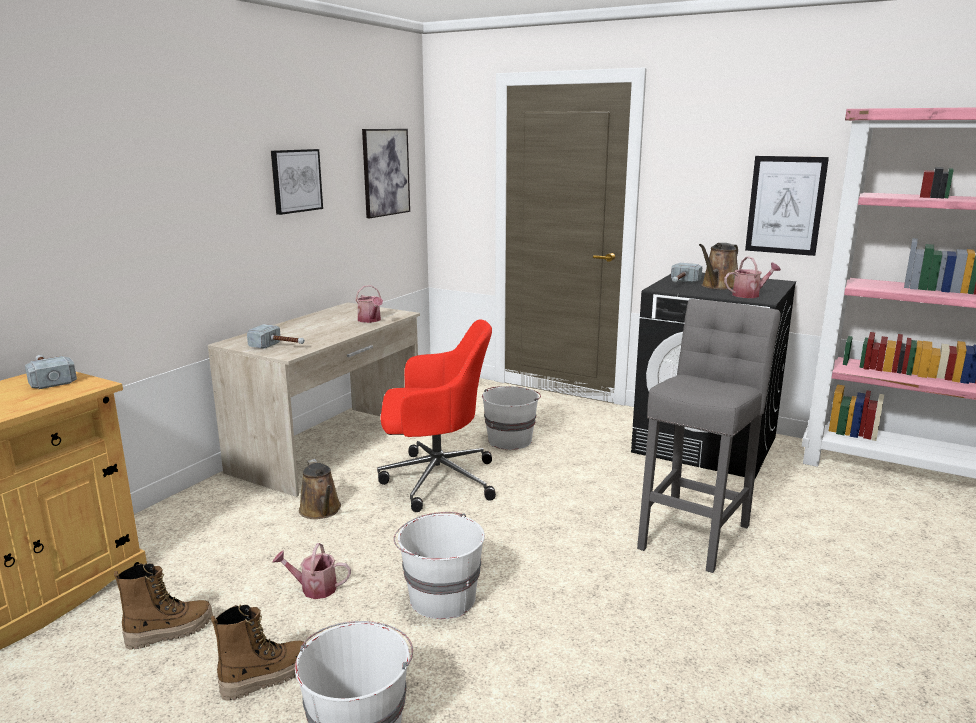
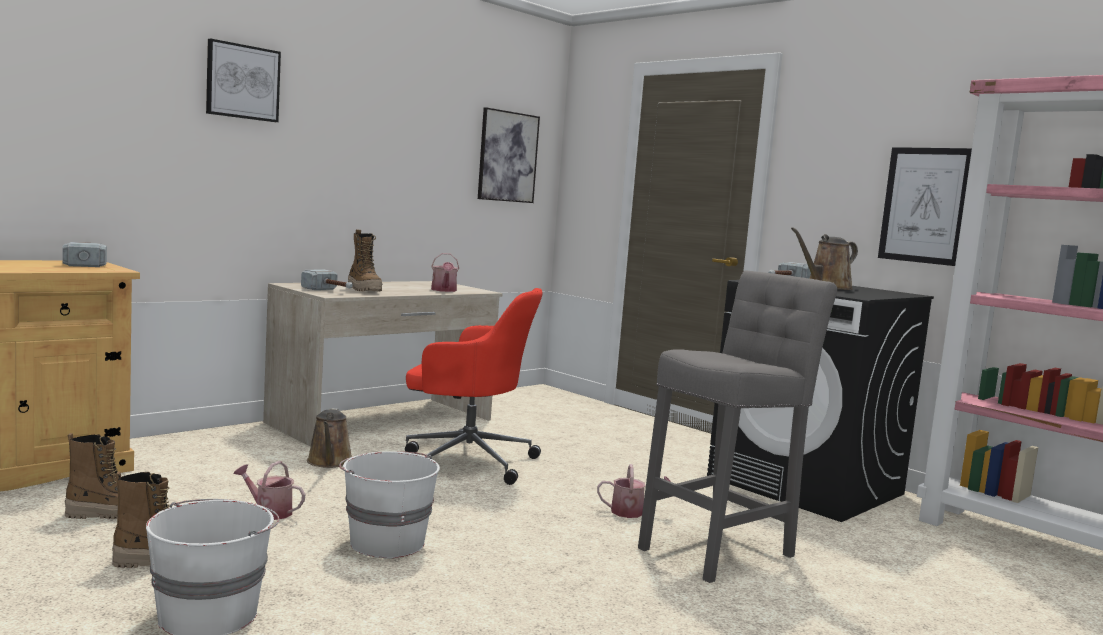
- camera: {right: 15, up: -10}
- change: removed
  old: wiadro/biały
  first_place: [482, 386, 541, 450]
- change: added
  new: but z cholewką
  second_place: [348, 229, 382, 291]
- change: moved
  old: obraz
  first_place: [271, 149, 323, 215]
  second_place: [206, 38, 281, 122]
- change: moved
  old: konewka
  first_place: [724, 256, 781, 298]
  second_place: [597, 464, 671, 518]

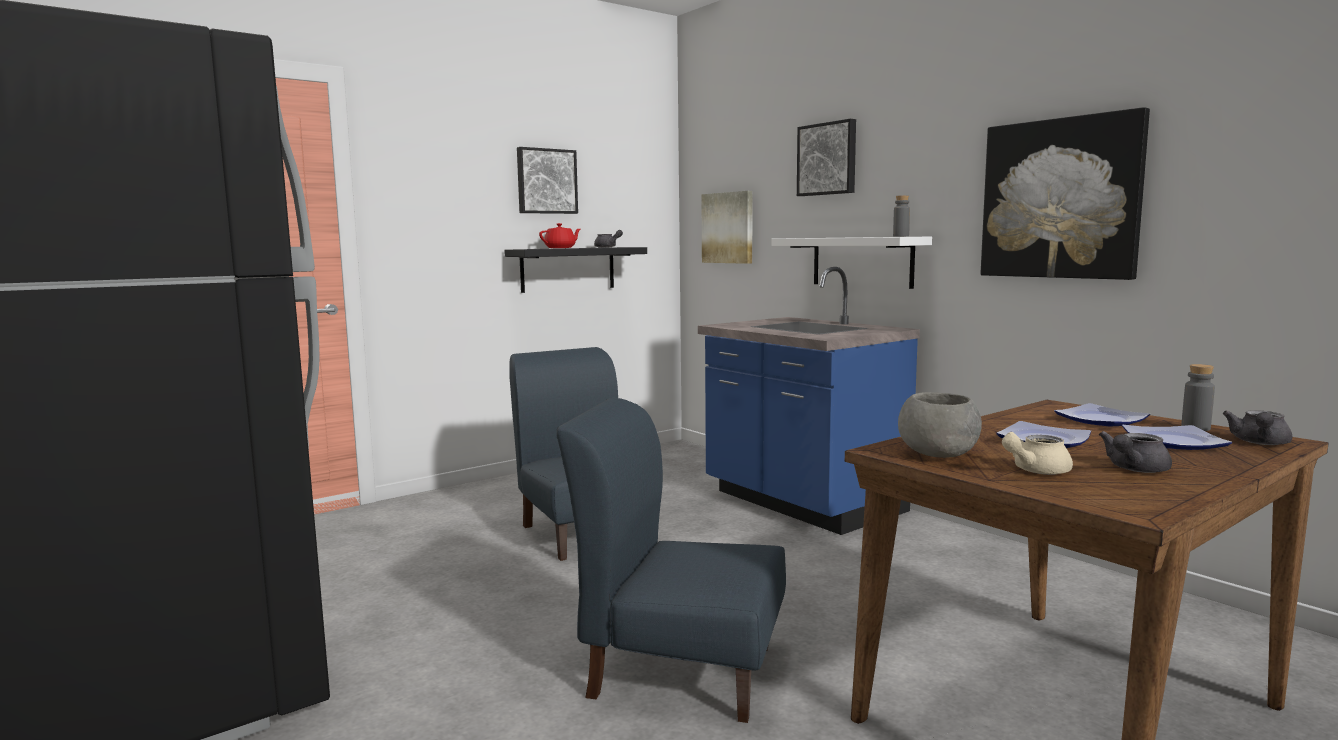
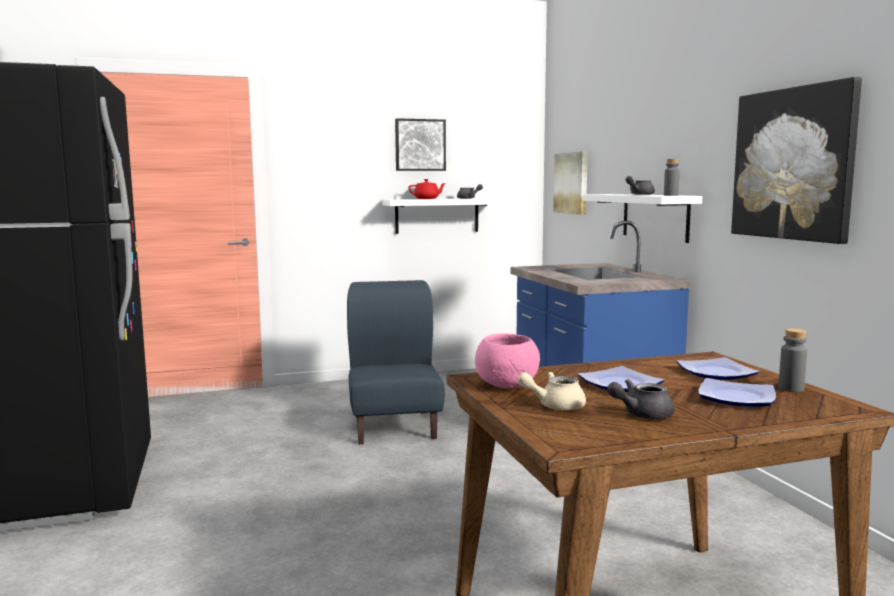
- camera: {right: 20, up: 0}
- change: removed
  old: krzesło/niebieski
  first_place: [556, 397, 786, 723]
- change: removed
  old: obraz
  first_place: [797, 119, 856, 196]
- change: moved
  old: imbryk/szary
  first_place: [1223, 410, 1292, 445]
  second_place: [626, 176, 655, 195]
- change: recoloured
  old: półka/czarny
  new: półka/biały
  first_place: [504, 247, 647, 293]
  second_place: [382, 198, 501, 234]
- change: recoloured
  old: miska/szary
  new: miska/różowy
  first_place: [898, 392, 982, 458]
  second_place: [475, 333, 540, 388]

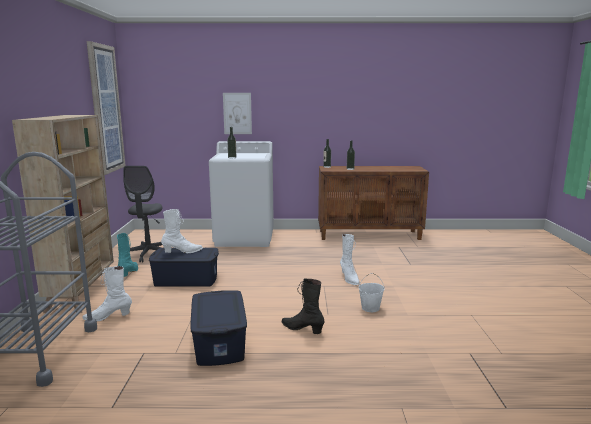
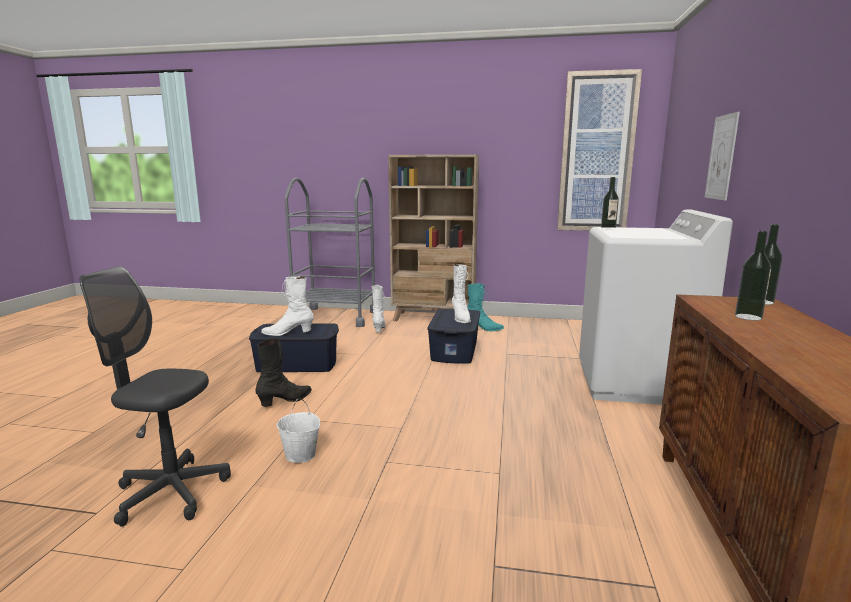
- camera: {right: 100, up: 0}
- change: moved
  old: krzesło biurowe/szary
  first_place: [123, 166, 162, 262]
  second_place: [79, 266, 231, 527]
- change: moved
  old: but z cholewką/biały
  first_place: [340, 234, 359, 285]
  second_place: [261, 276, 314, 336]

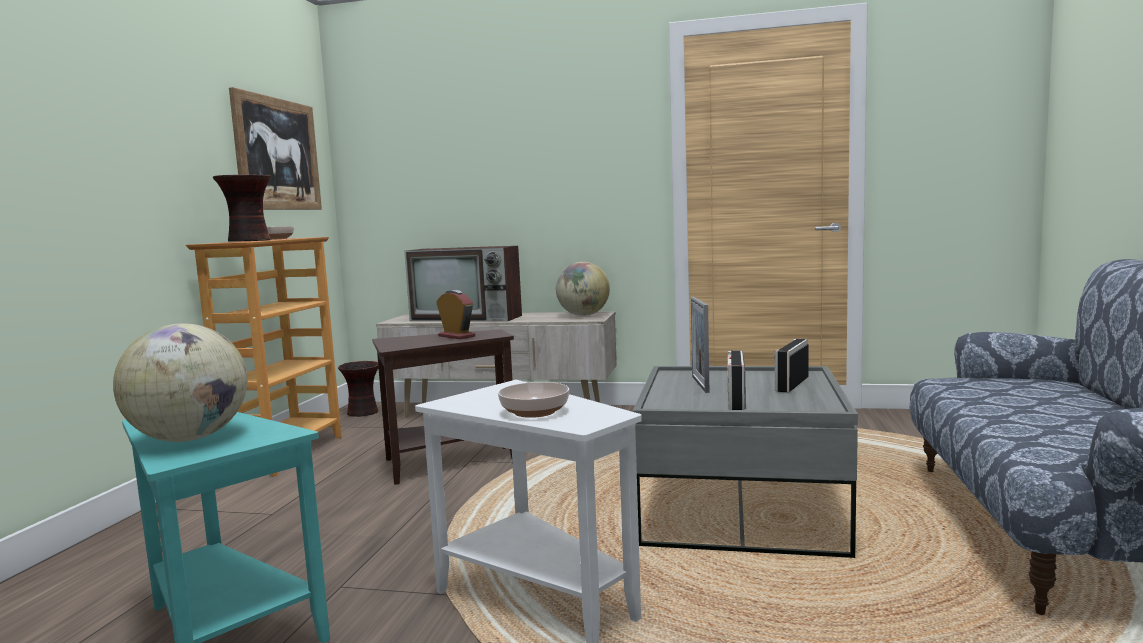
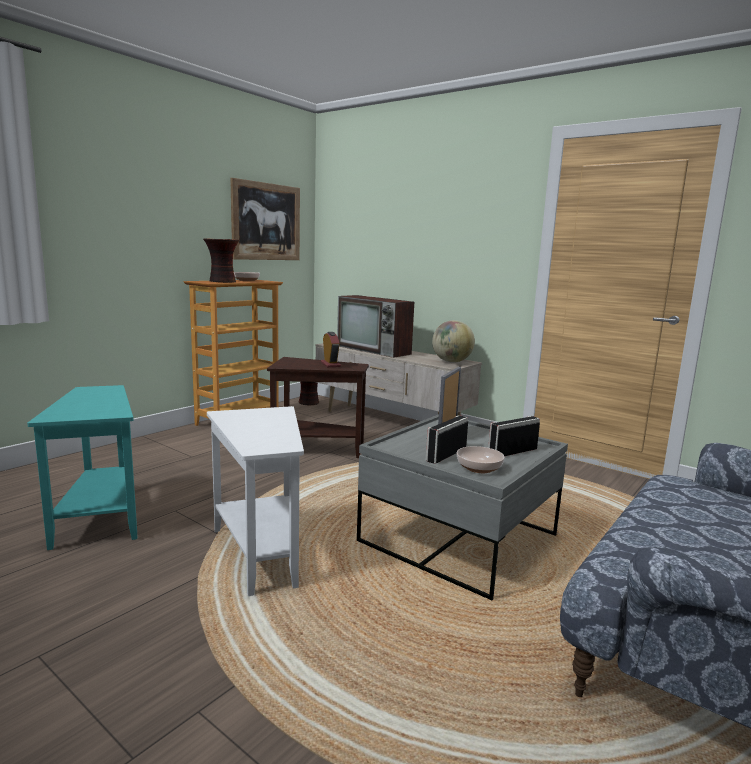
- camera: {right: 25, up: 5}
- change: removed
  old: globus
  first_place: [113, 323, 247, 442]
- change: moved
  old: miska
  first_place: [498, 382, 569, 418]
  second_place: [457, 446, 505, 473]

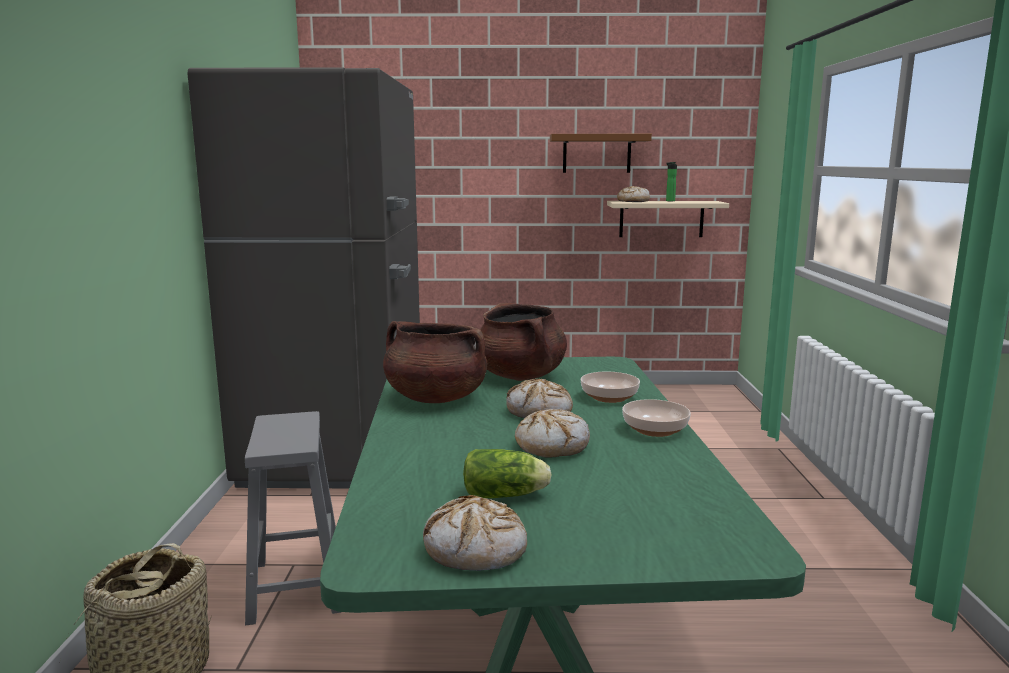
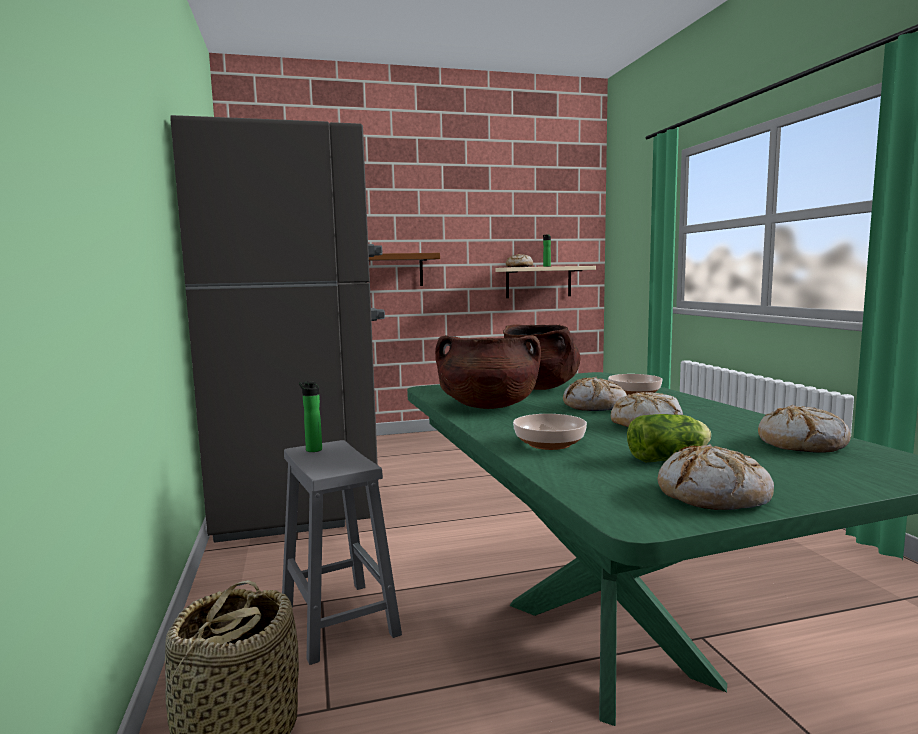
- camera: {right: -15, up: -5}
- change: added
  new: butelka
  second_place: [299, 381, 322, 452]
- change: added
  new: chleb
  second_place: [758, 405, 851, 453]
- change: moved
  old: półka/brązowy
  first_place: [550, 134, 652, 173]
  second_place: [367, 253, 440, 286]
- change: moved
  old: miska
  first_place: [622, 399, 691, 437]
  second_place: [513, 414, 587, 450]

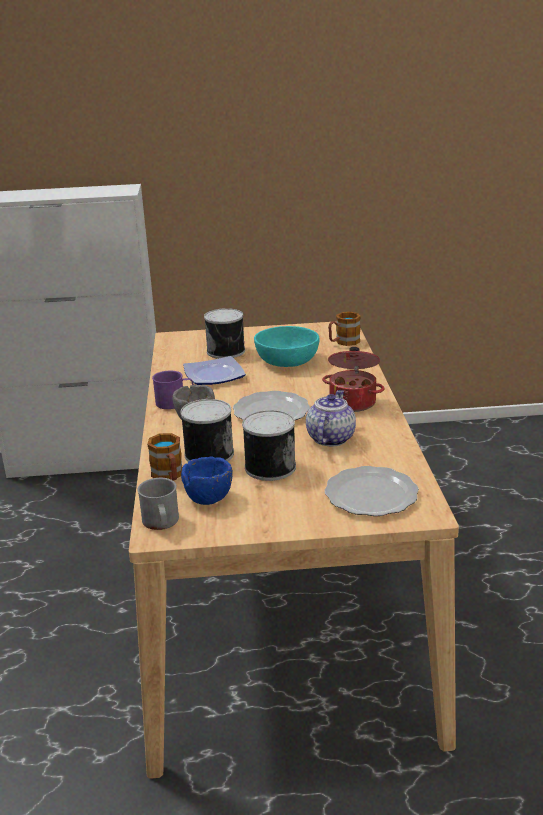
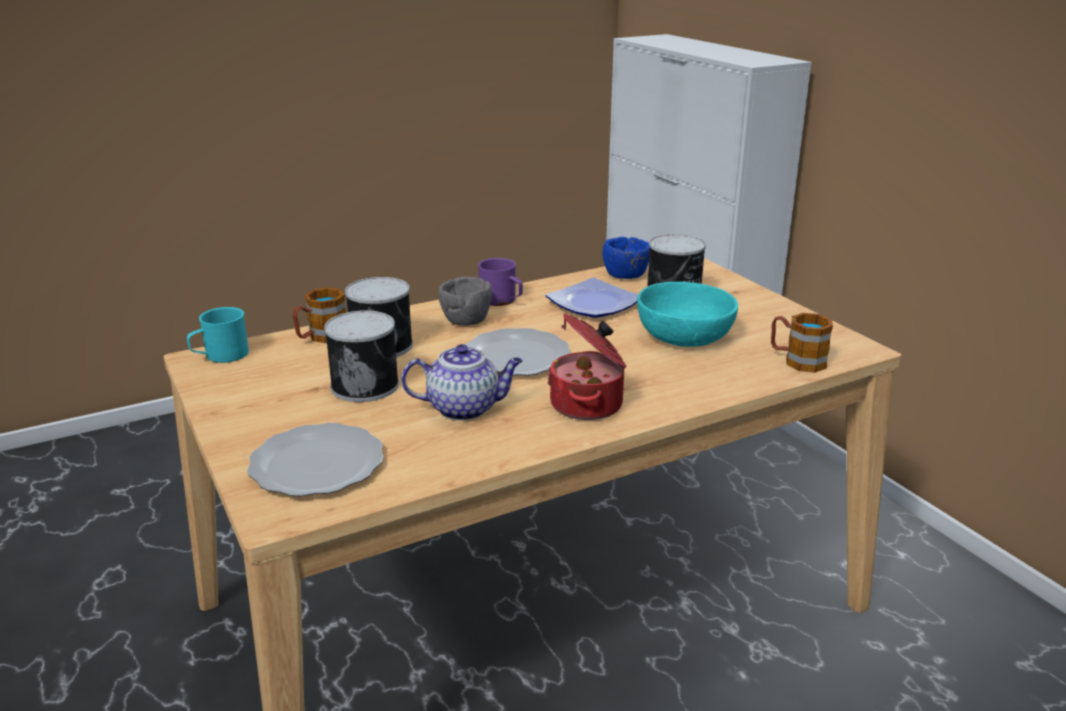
- camera: {right: 65, up: 0}
- change: moved
  old: miska/niebieski
  first_place: [181, 456, 233, 505]
  second_place: [602, 237, 650, 279]
- change: recoloured
  old: kubek/szary
  new: kubek/turkusowy
  first_place: [137, 478, 179, 530]
  second_place: [187, 307, 249, 363]

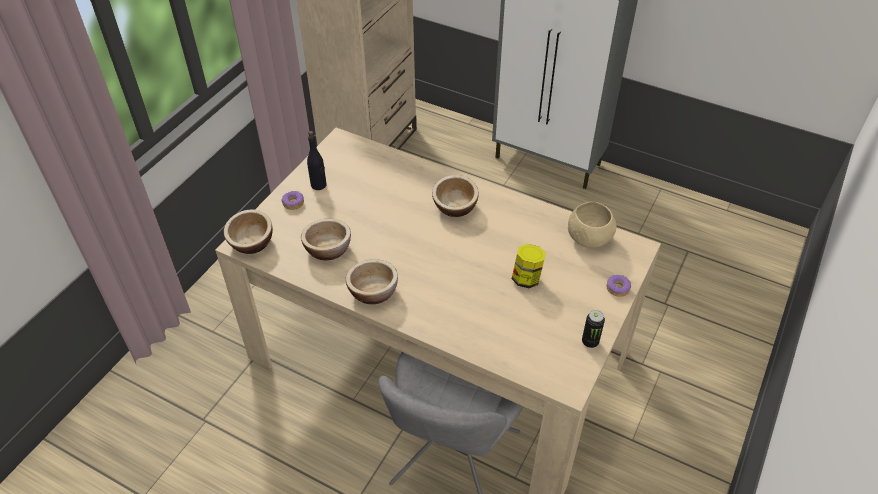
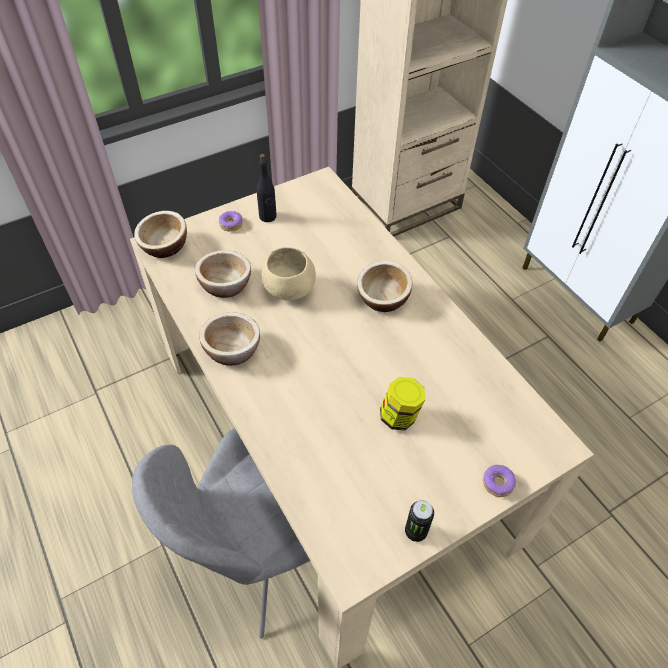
- camera: {right: 30, up: 5}
- change: moved
  old: miska/beżowy
  first_place: [568, 201, 616, 248]
  second_place: [261, 247, 316, 300]

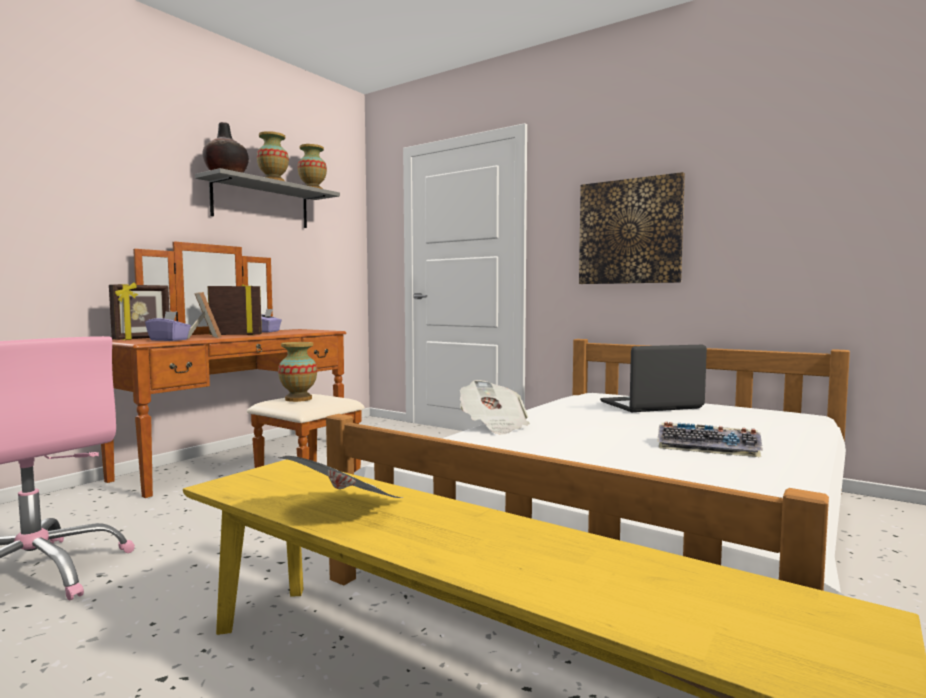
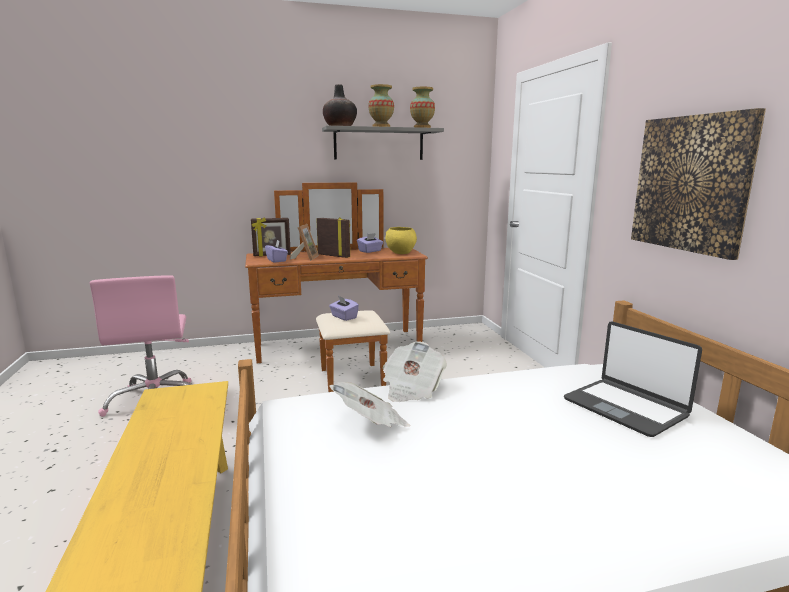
- camera: {right: 40, up: 10}
- change: removed
  old: klawiatura
  first_place: [657, 422, 763, 457]
- change: added
  new: miska/żółty
  second_place: [385, 227, 417, 254]
- change: moved
  old: gazeta
  first_place: [278, 456, 403, 498]
  second_place: [329, 382, 411, 427]
- change: replaced
  old: wazon
  new: pudełko chusteczek/fioletowy
  first_place: [278, 342, 317, 402]
  second_place: [329, 296, 359, 321]
- change: turned
  old: laptop
  first_place: [600, 345, 707, 412]
  second_place: [564, 321, 702, 437]
  degrees: -150

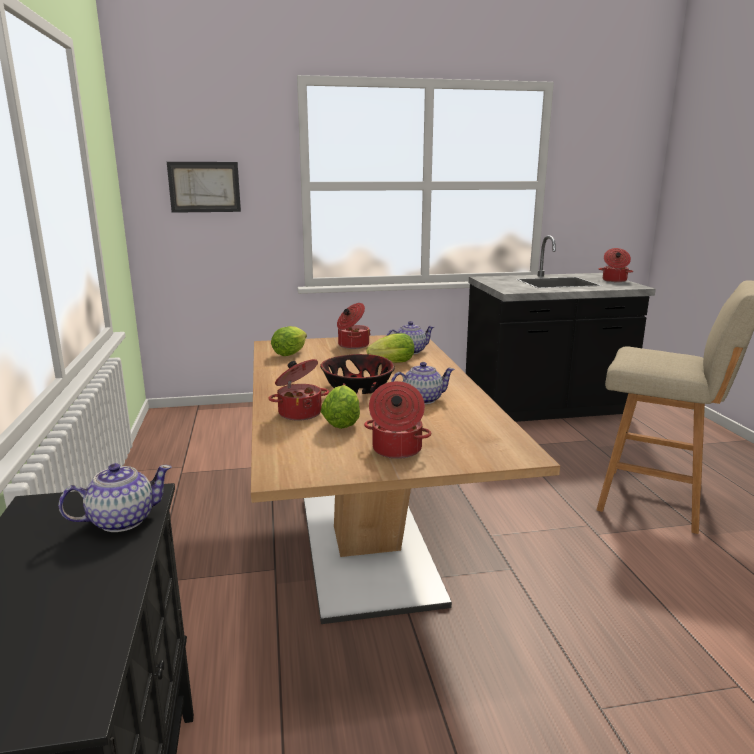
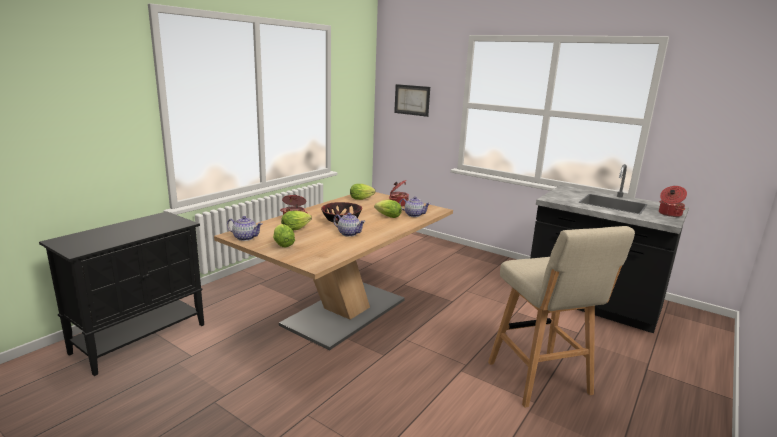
- camera: {right: 45, up: 0}
- change: moved
  old: imbryk
  first_place: [58, 463, 172, 532]
  second_place: [227, 216, 262, 241]
- change: replaced
  old: garnek
  new: sałata
  first_place: [364, 381, 431, 459]
  second_place: [273, 224, 295, 248]

